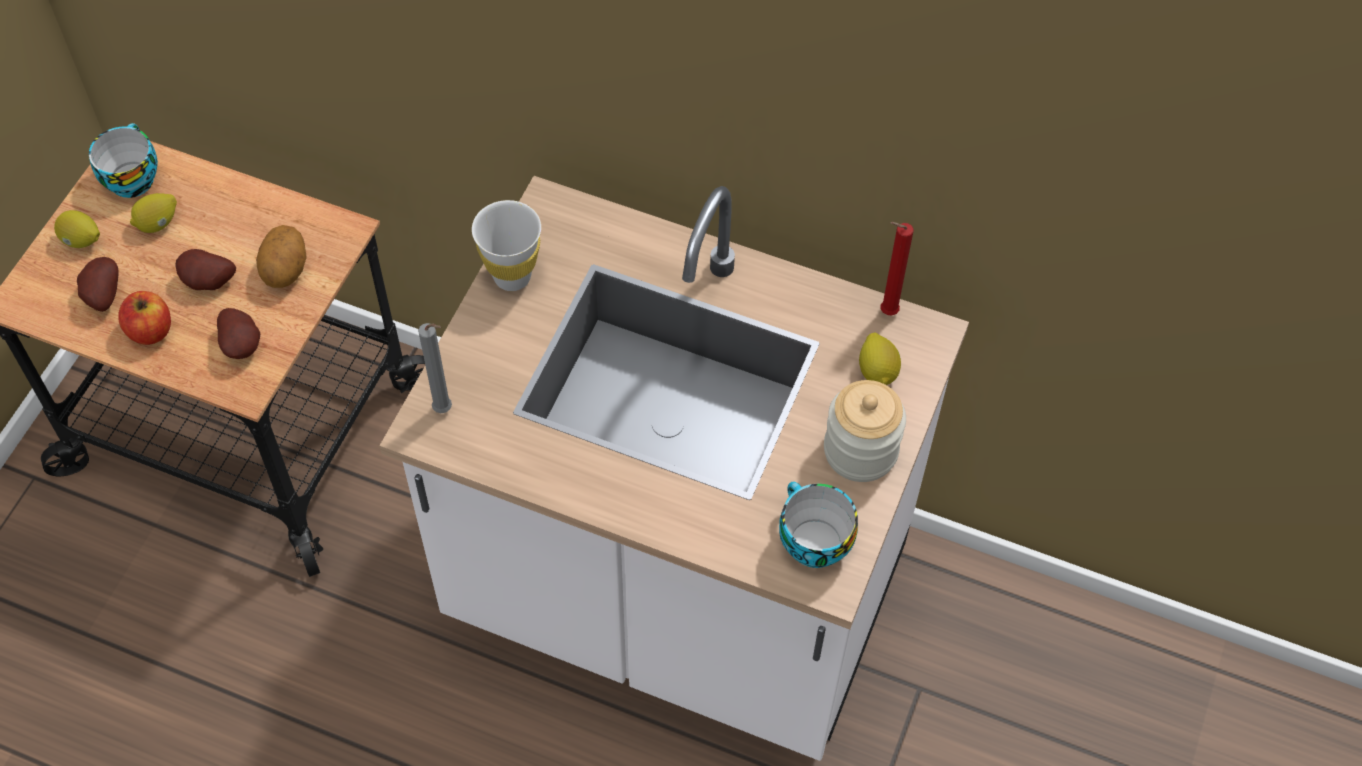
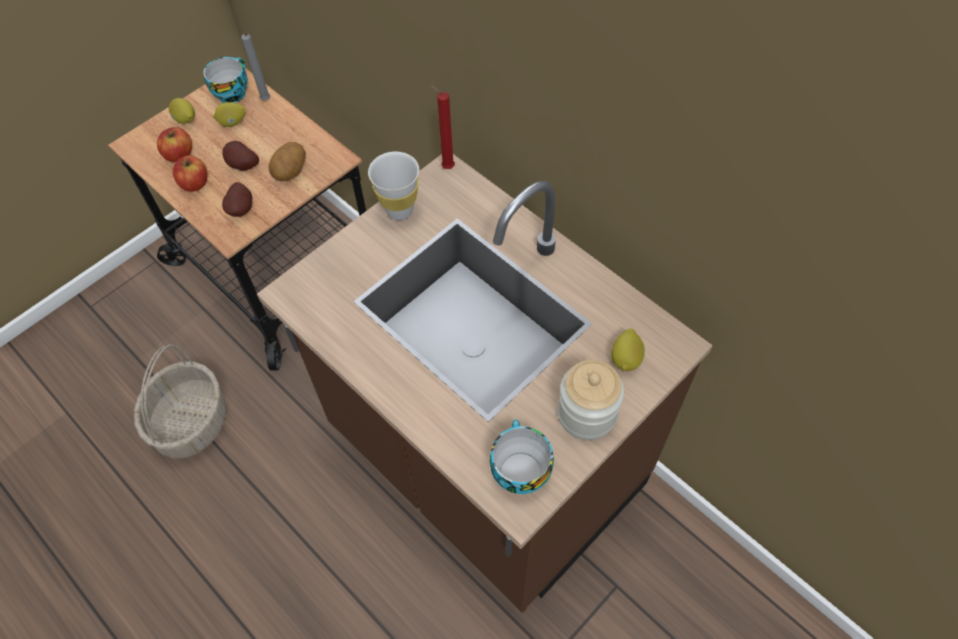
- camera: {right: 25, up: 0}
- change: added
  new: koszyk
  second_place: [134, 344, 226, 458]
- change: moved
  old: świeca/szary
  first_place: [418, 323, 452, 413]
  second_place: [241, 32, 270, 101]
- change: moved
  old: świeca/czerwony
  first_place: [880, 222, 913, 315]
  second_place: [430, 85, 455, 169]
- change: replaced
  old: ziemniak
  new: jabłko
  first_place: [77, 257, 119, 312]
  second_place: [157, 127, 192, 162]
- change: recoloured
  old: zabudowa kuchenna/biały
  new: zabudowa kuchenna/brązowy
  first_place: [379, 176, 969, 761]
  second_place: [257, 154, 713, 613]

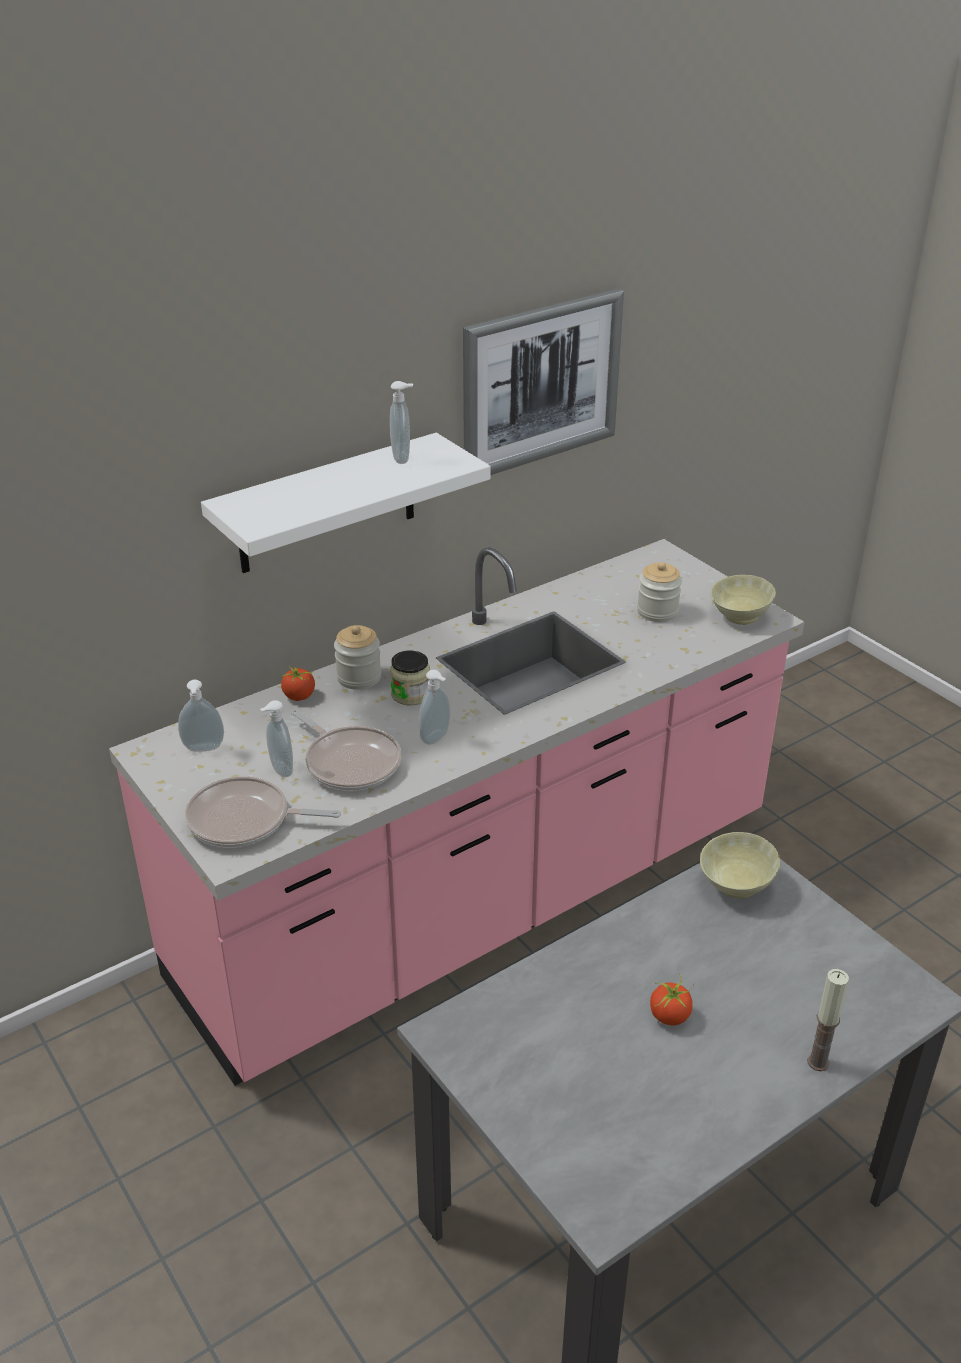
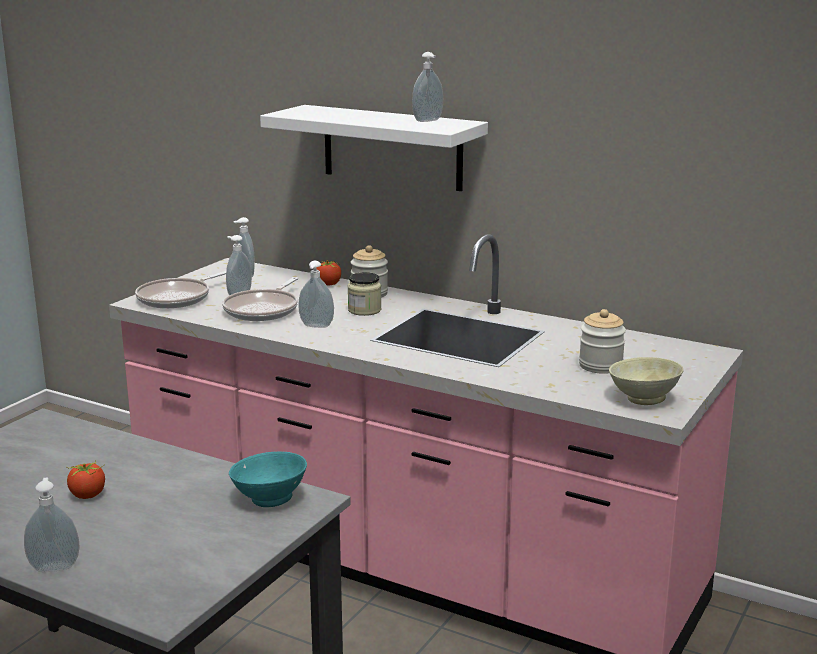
- camera: {right: 65, up: -15}
- change: removed
  old: obraz
  first_place: [463, 288, 624, 475]
- change: replaced
  old: świeca
  new: dozownik mydła
  first_place: [807, 969, 849, 1071]
  second_place: [24, 477, 80, 572]
- change: recoloured
  old: miska/beżowy
  new: miska/turkusowy
  first_place: [700, 832, 780, 898]
  second_place: [229, 452, 307, 507]
- change: turned
  old: patelnia
  first_place: [185, 776, 341, 847]
  second_place: [135, 271, 226, 308]
  degrees: -120

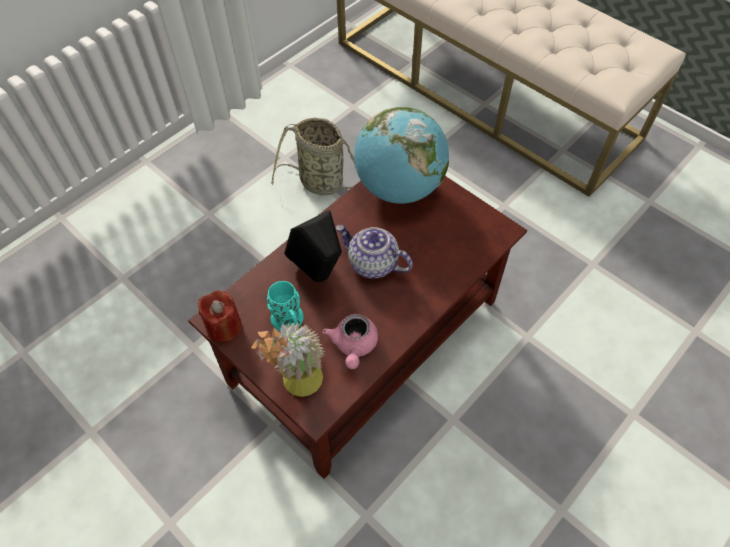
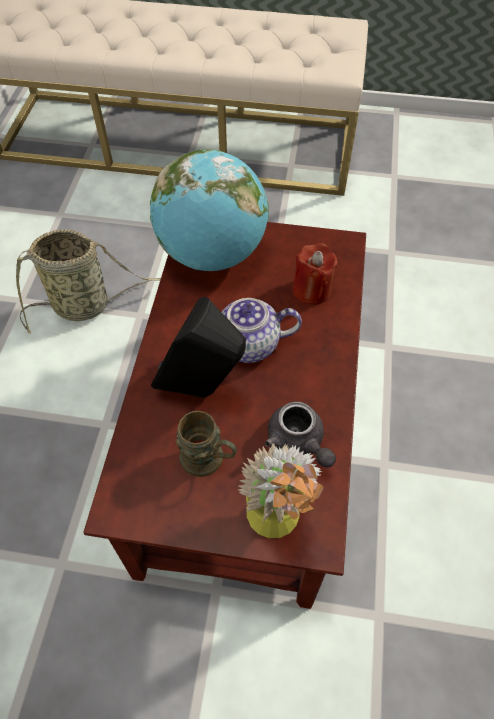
- camera: {right: -35, up: 0}
- change: moved
  old: świeca/czerwony
  first_place: [198, 290, 242, 342]
  second_place: [293, 243, 338, 305]
- change: recoloured
  old: kubek/turkusowy
  new: kubek/brązowy
  first_place: [267, 281, 304, 331]
  second_place: [176, 411, 237, 477]
- change: recoloured
  old: imbryk/różowy
  new: imbryk/szary
  first_place: [323, 314, 378, 369]
  second_place: [265, 401, 336, 468]

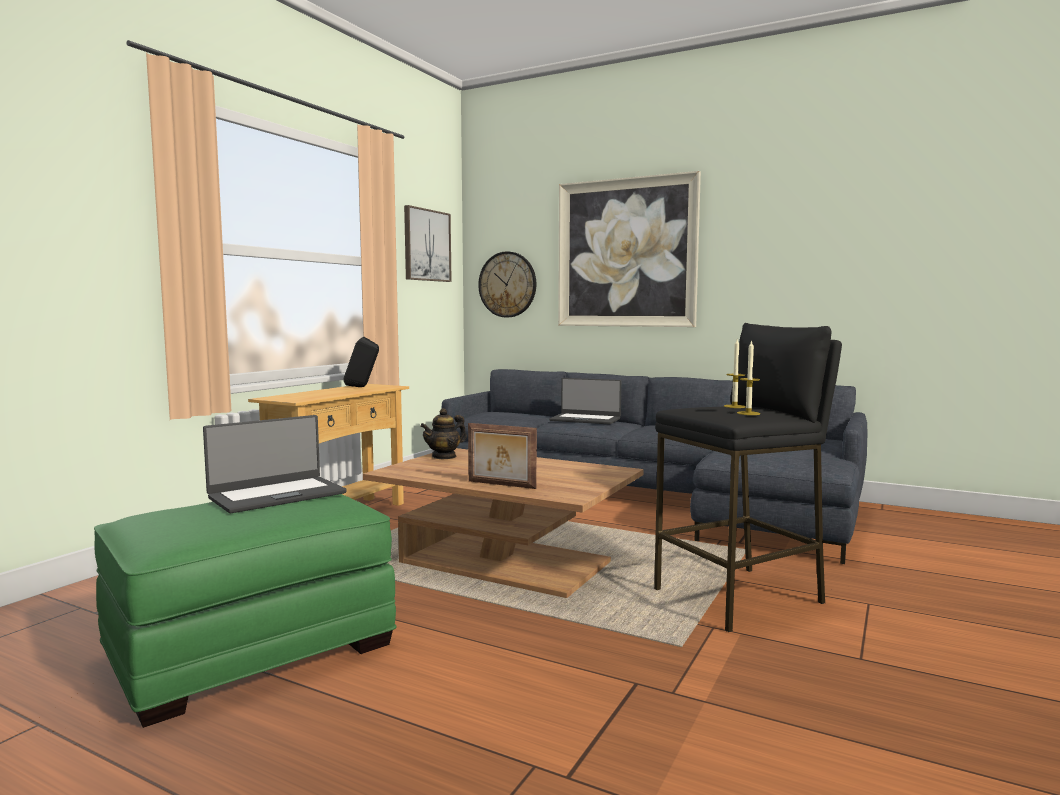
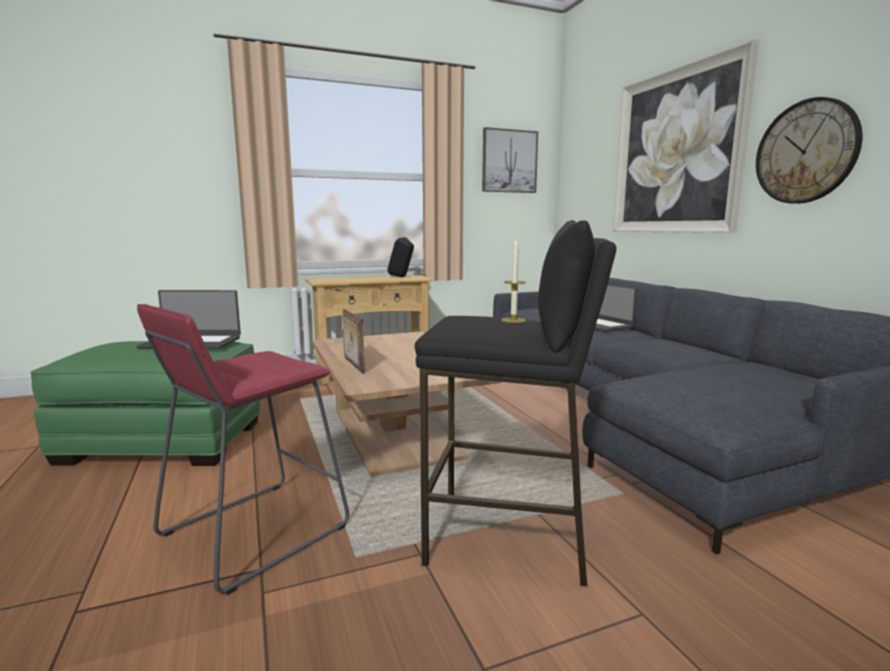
- camera: {right: 40, up: 5}
- change: removed
  old: imbryk
  first_place: [420, 408, 467, 460]
- change: removed
  old: świeca
  first_place: [737, 340, 760, 415]
- change: added
  new: stołek/czerwony
  second_place: [137, 304, 349, 595]
- change: moved
  old: zegar ścienny
  first_place: [478, 251, 536, 317]
  second_place: [756, 97, 863, 204]

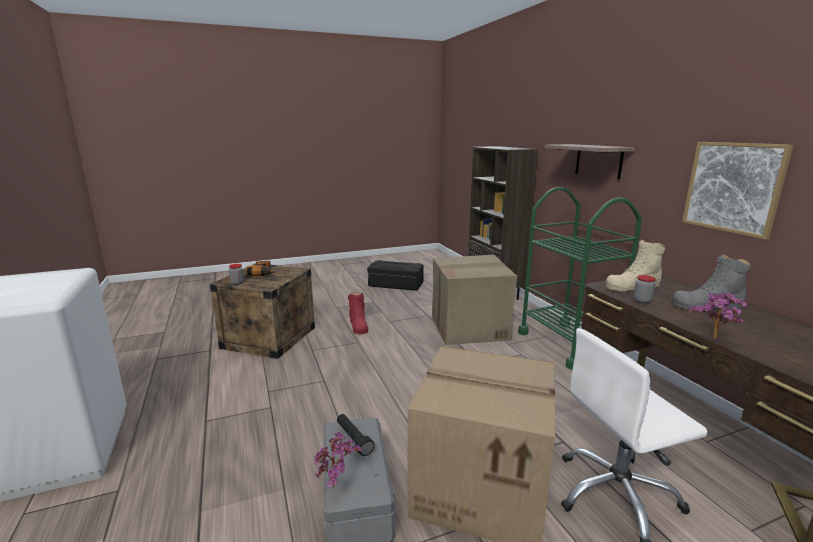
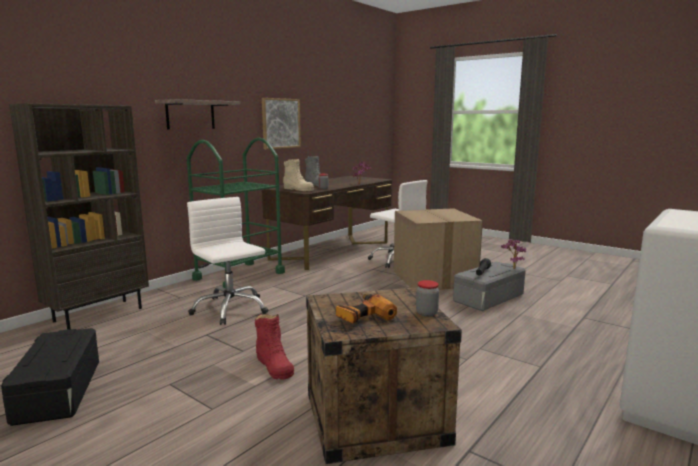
- camera: {right: -120, up: -5}
- change: replaced
  old: karton
  new: krzesło biurowe/biały
  first_place: [432, 255, 517, 345]
  second_place: [187, 197, 268, 325]
- change: turned
  old: but z cholewką/czerwony
  first_place: [348, 292, 368, 334]
  second_place: [255, 314, 294, 379]
  degrees: 105

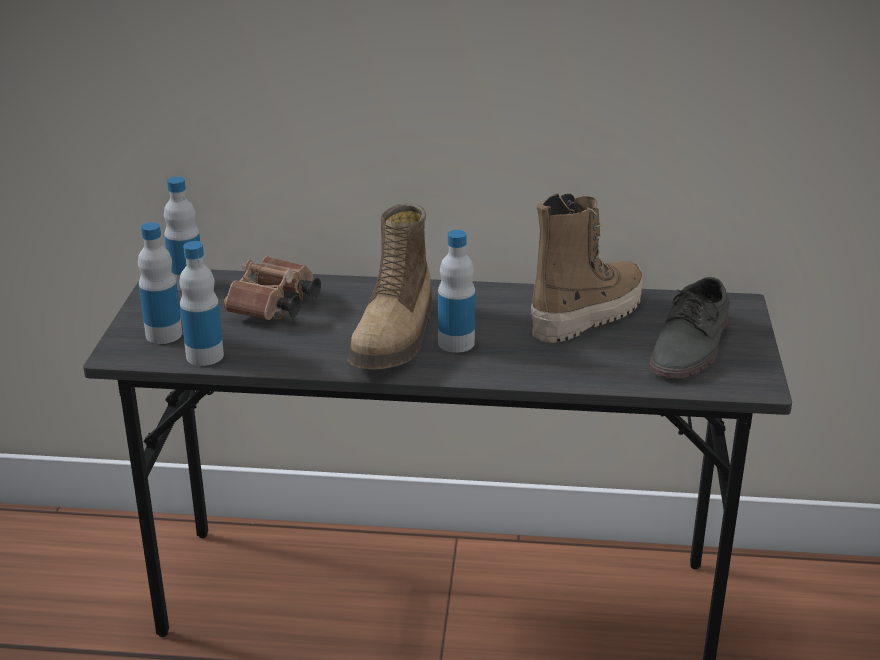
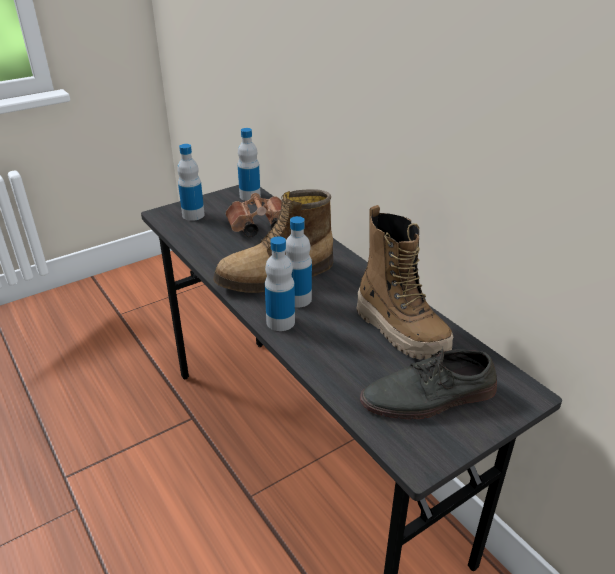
- camera: {right: 50, up: 5}
- change: moved
  old: butelka
  first_place: [179, 241, 224, 366]
  second_place: [265, 236, 295, 331]
- change: turned
  old: but z cholewką
  first_place: [531, 193, 643, 343]
  second_place: [356, 205, 453, 360]
  degrees: 45

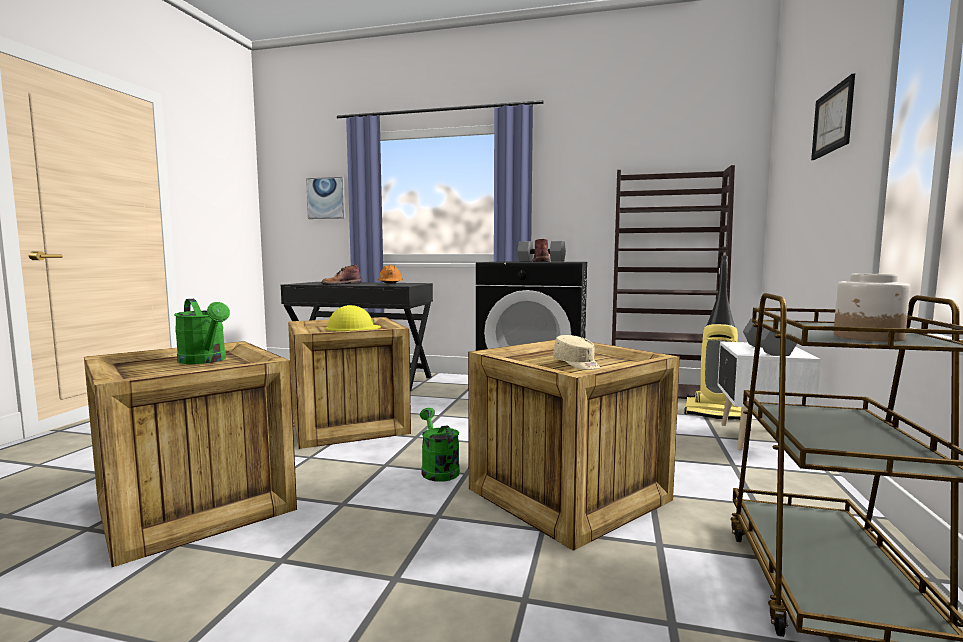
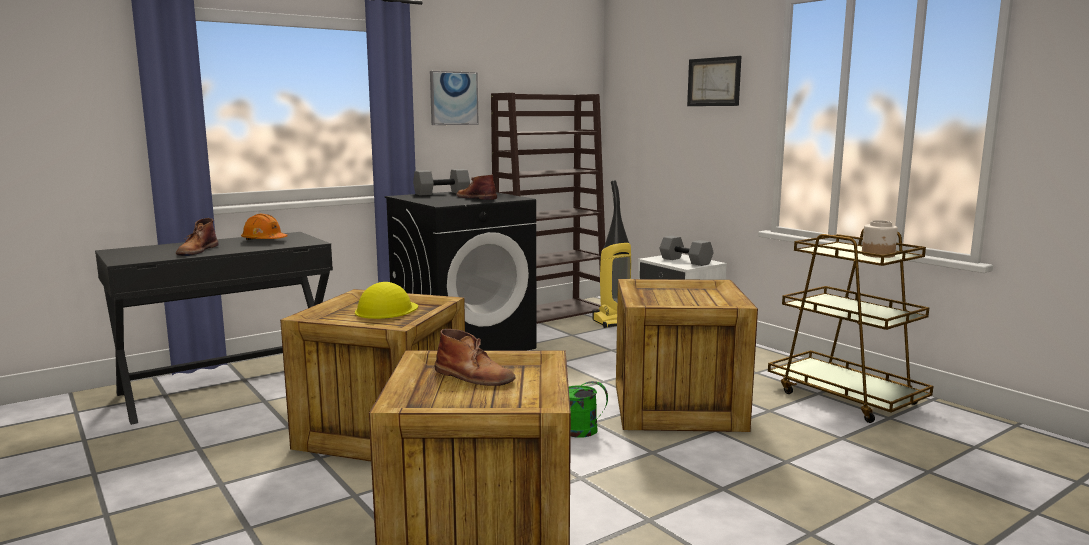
- camera: {right: -50, up: 5}
- change: removed
  old: czapka z daszkiem/beżowy
  first_place: [553, 335, 600, 370]
- change: moved
  old: obraz
  first_place: [306, 177, 345, 219]
  second_place: [430, 71, 479, 125]
- change: replaced
  old: konewka/zielony
  new: but z cholewką/brązowy
  first_place: [174, 299, 230, 364]
  second_place: [435, 329, 516, 386]

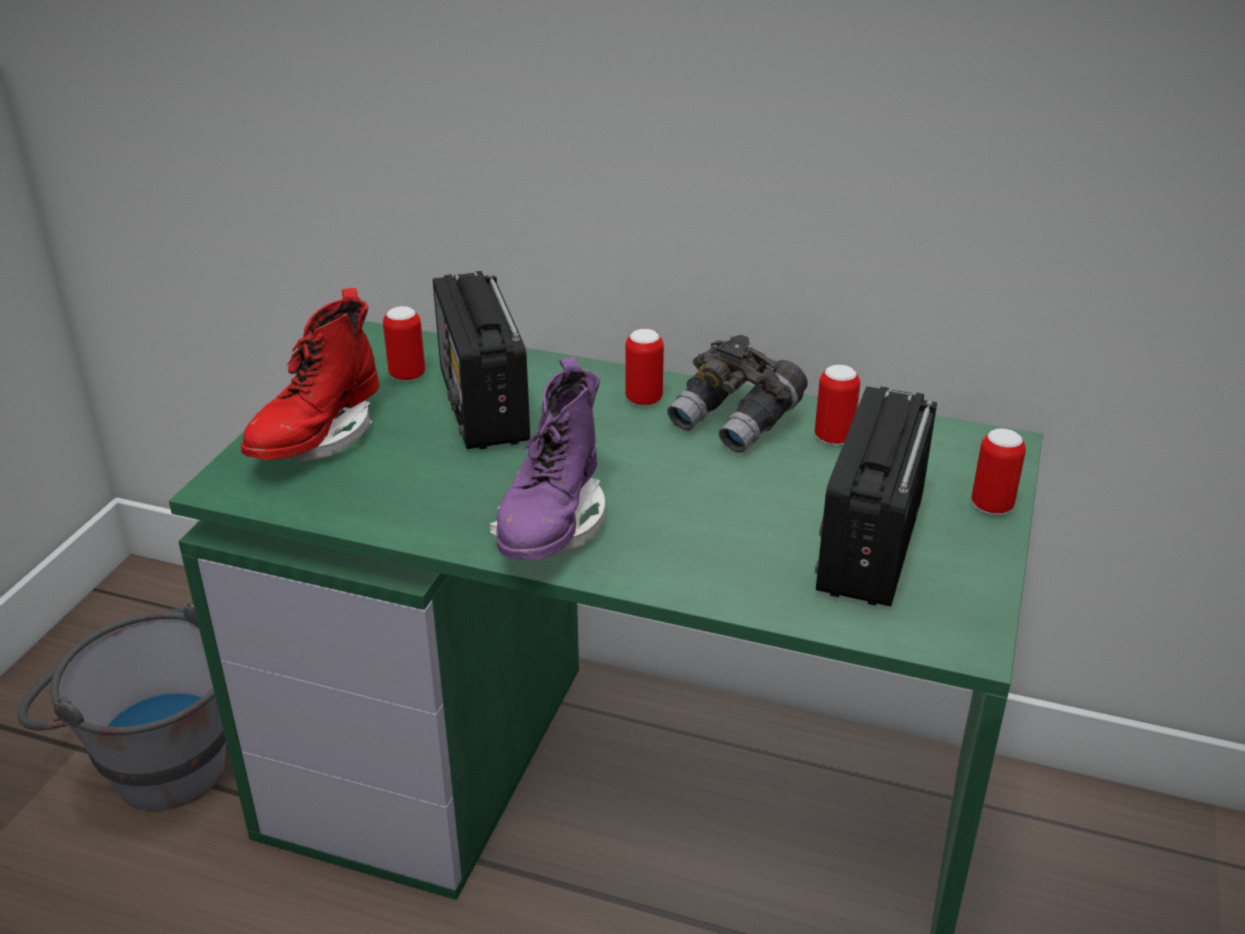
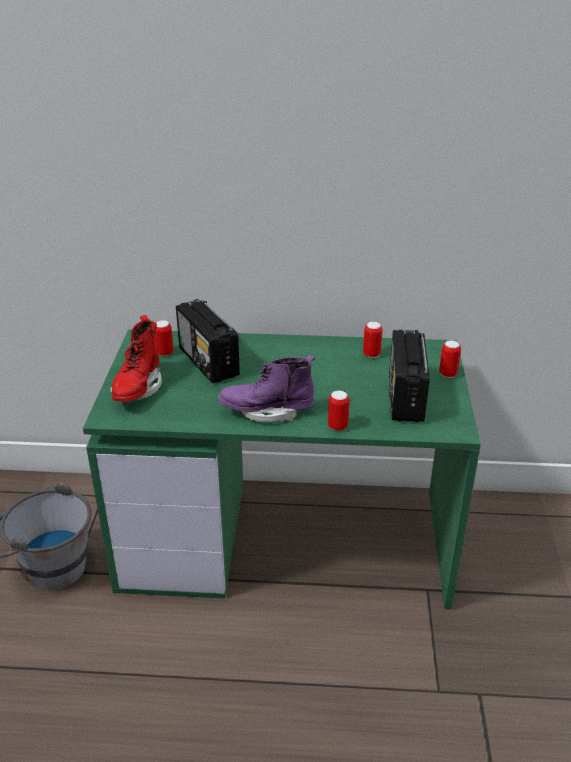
- camera: {right: -15, up: 0}
- change: removed
  old: lornetka/szary
  first_place: [667, 335, 808, 453]
- change: moved
  old: puszka
  first_place: [625, 329, 664, 406]
  second_place: [328, 390, 349, 431]
- change: turned
  old: but z cholewką/fioletowy
  first_place: [489, 357, 605, 560]
  second_place: [218, 355, 315, 422]
  degrees: 90

